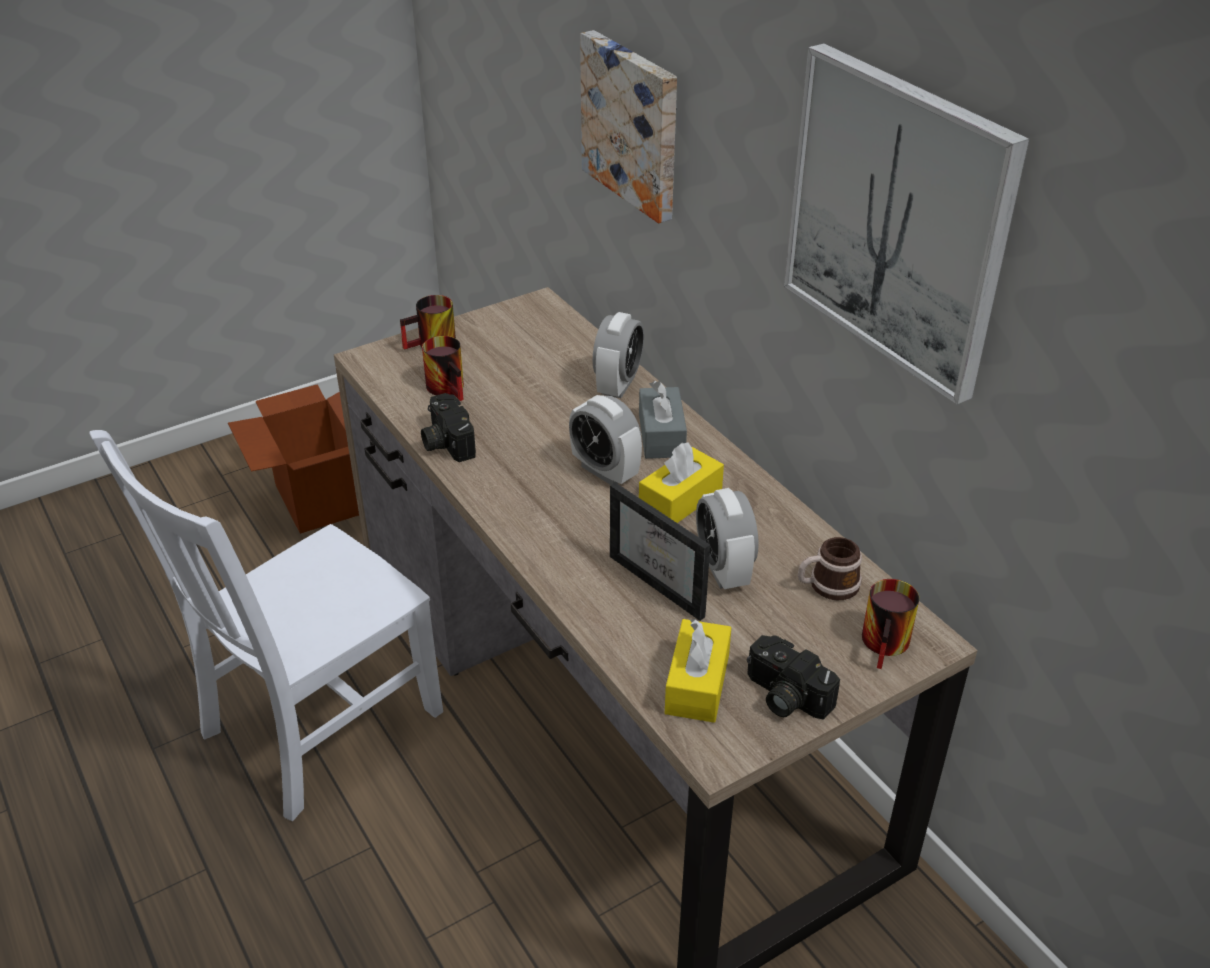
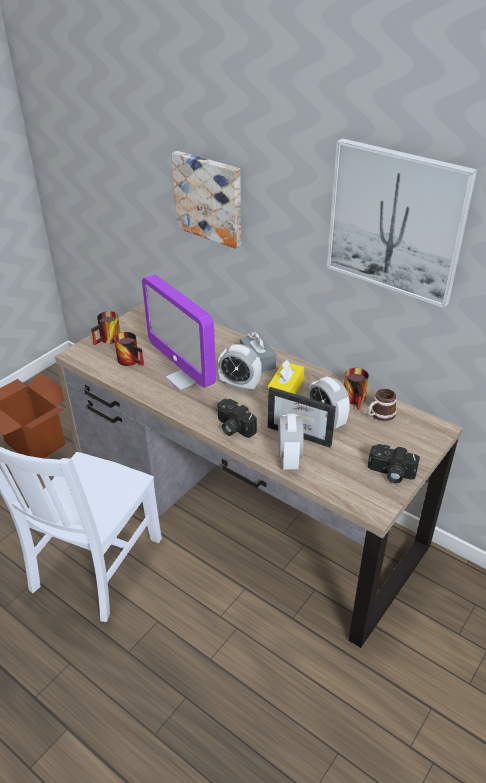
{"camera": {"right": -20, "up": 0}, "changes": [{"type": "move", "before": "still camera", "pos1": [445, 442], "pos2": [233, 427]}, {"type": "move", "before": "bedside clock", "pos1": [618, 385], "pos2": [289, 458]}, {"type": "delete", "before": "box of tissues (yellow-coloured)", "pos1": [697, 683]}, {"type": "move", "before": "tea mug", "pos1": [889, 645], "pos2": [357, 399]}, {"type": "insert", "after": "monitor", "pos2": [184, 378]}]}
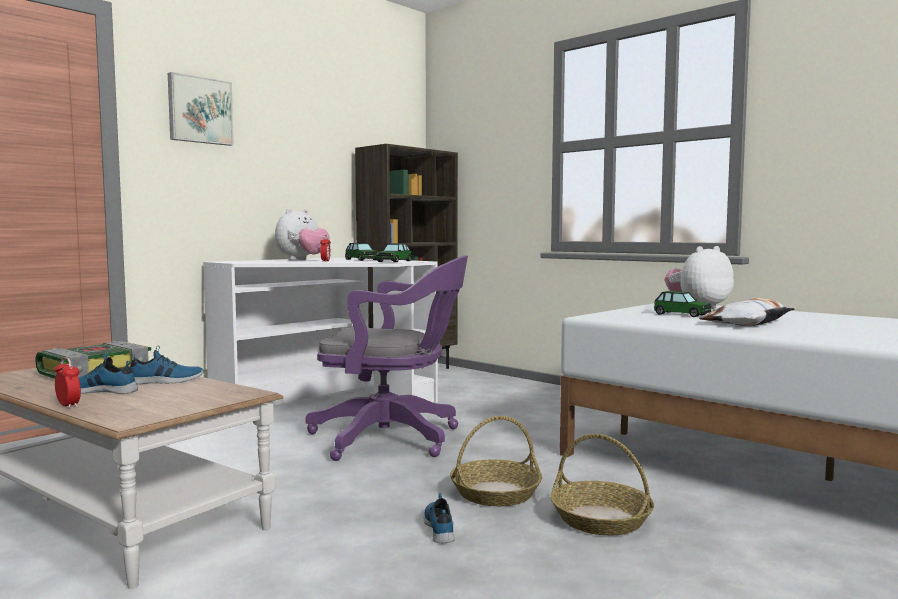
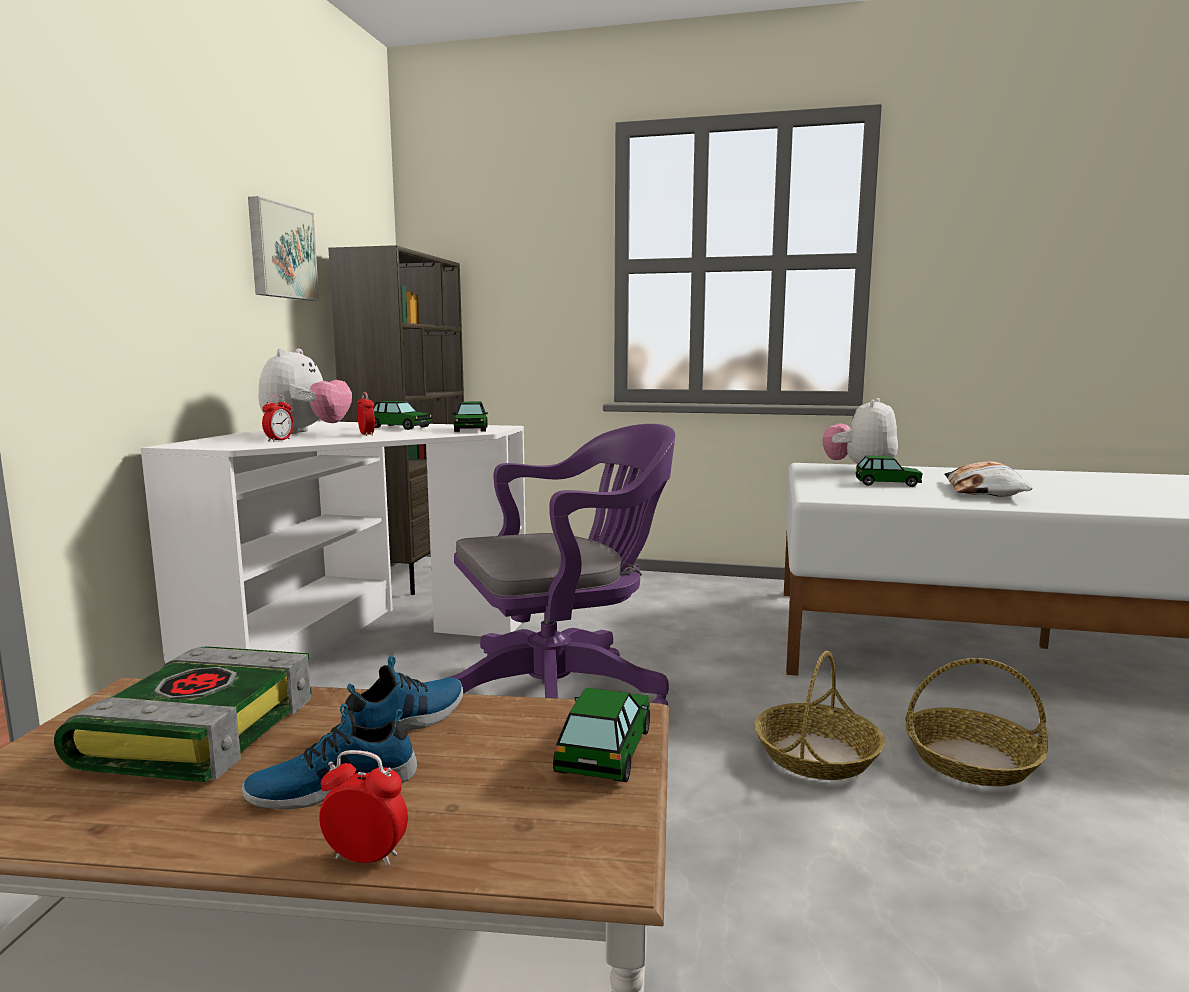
{"camera": {"right": -30, "up": 5}, "changes": [{"type": "move", "before": "wall picture", "pos1": [199, 110], "pos2": [280, 252]}, {"type": "delete", "before": "item of footwear", "pos1": [440, 527]}, {"type": "insert", "after": "bedside clock", "pos2": [279, 440]}, {"type": "insert", "after": "model car", "pos2": [605, 749]}]}
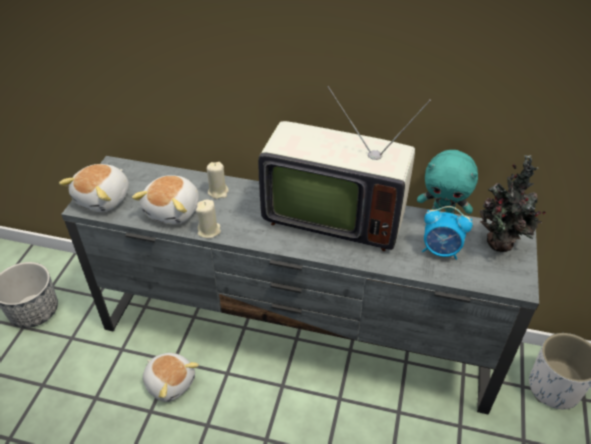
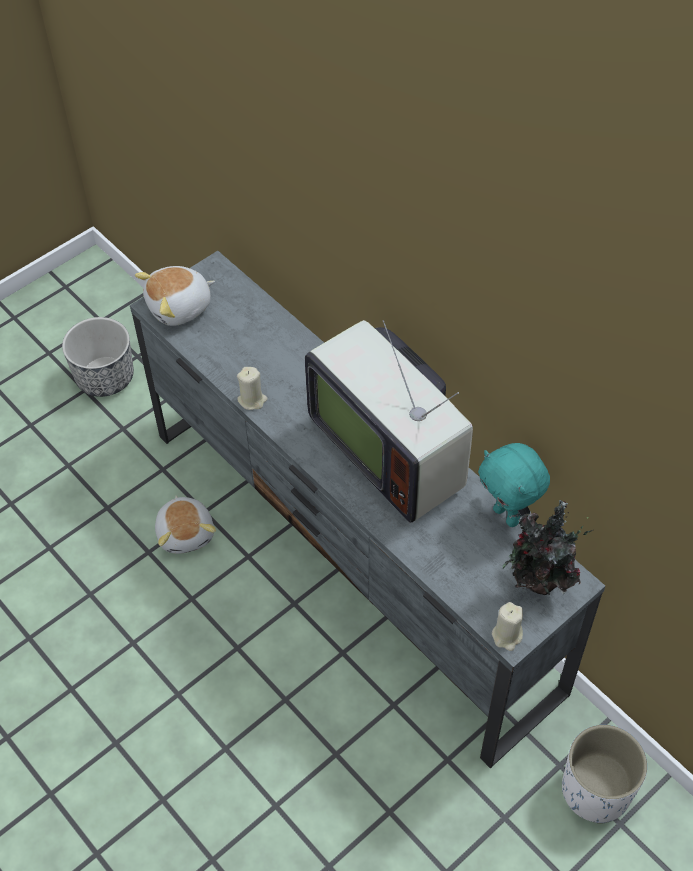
{"camera": {"right": 35, "up": 10}, "changes": [{"type": "delete", "before": "cuddly toy", "pos1": [174, 210]}, {"type": "move", "before": "wax candle (sand-coloured)", "pos1": [218, 192], "pos2": [507, 635]}, {"type": "delete", "before": "bedside clock", "pos1": [441, 251]}]}
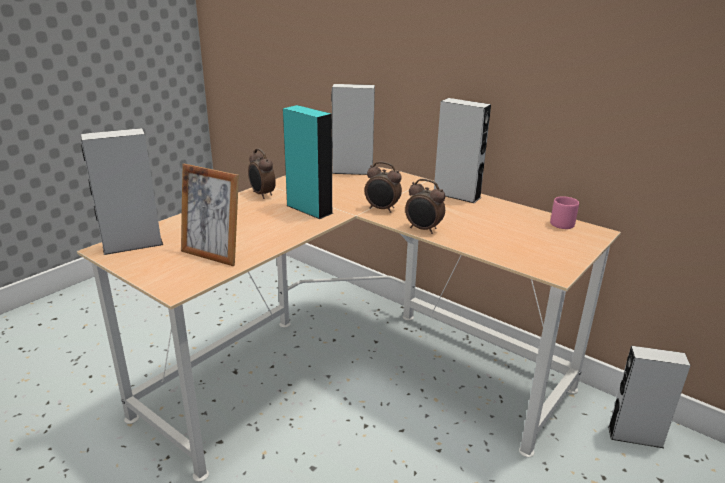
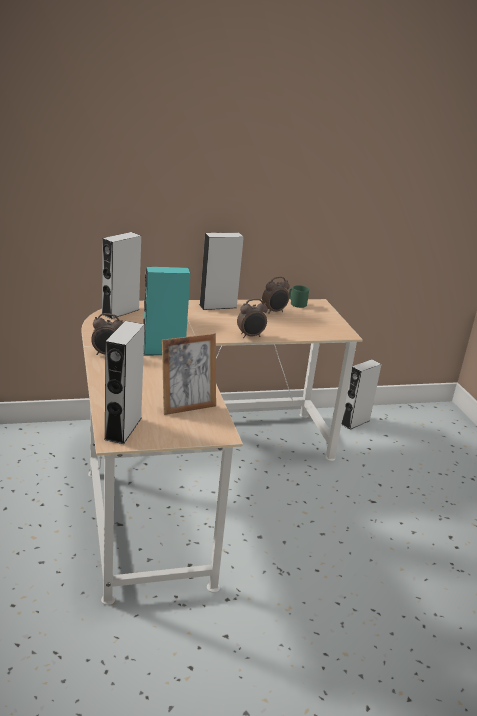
{"camera": {"right": -55, "up": 0}, "changes": [{"type": "move", "before": "bedside clock", "pos1": [382, 209], "pos2": [274, 311]}, {"type": "recolor", "before": "tea mug (pinkish)", "after": "tea mug (greenish)", "pos1": [561, 223], "pos2": [296, 304]}]}
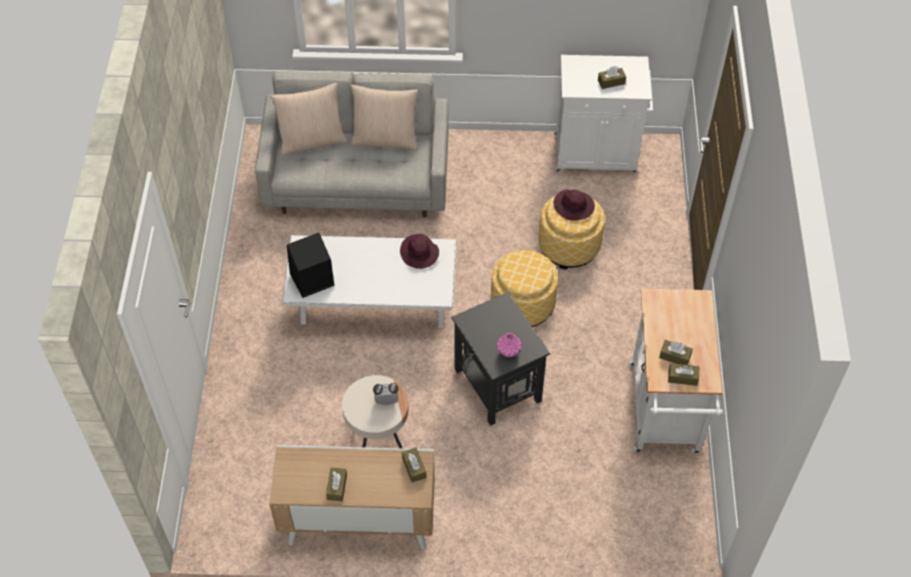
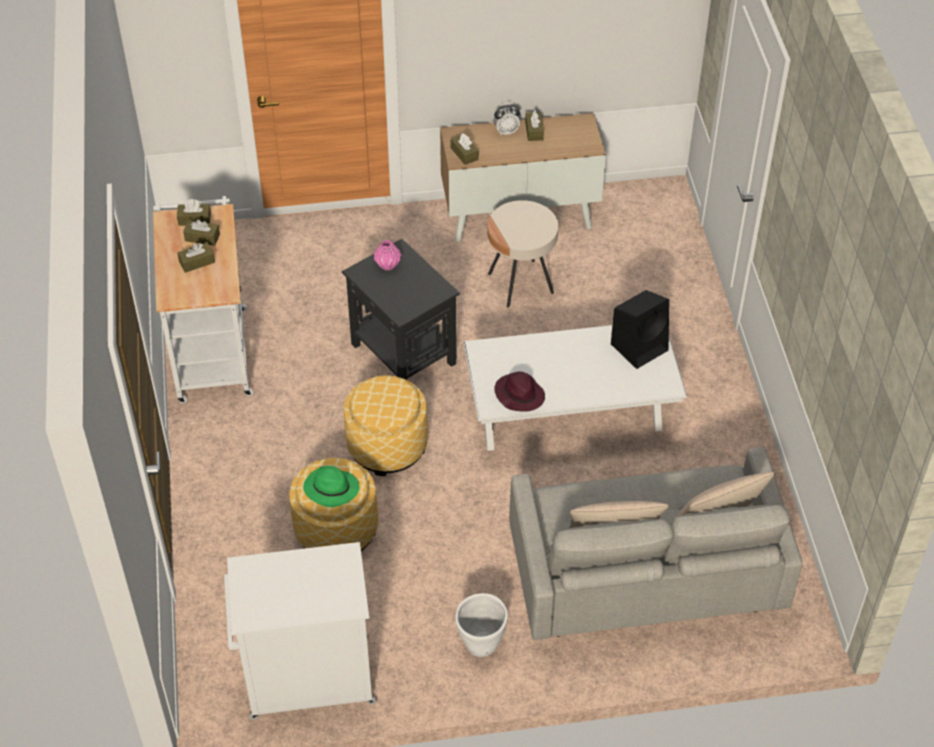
{"camera": {"right": 170, "up": -5}, "changes": [{"type": "move", "before": "bedside clock", "pos1": [386, 401], "pos2": [506, 131]}, {"type": "recolor", "before": "hat (purplish)", "after": "hat (greenish)", "pos1": [574, 206], "pos2": [330, 489]}, {"type": "move", "before": "box of tissues (brown)", "pos1": [611, 82], "pos2": [197, 262]}, {"type": "insert", "after": "planter (white)", "pos2": [481, 644]}]}
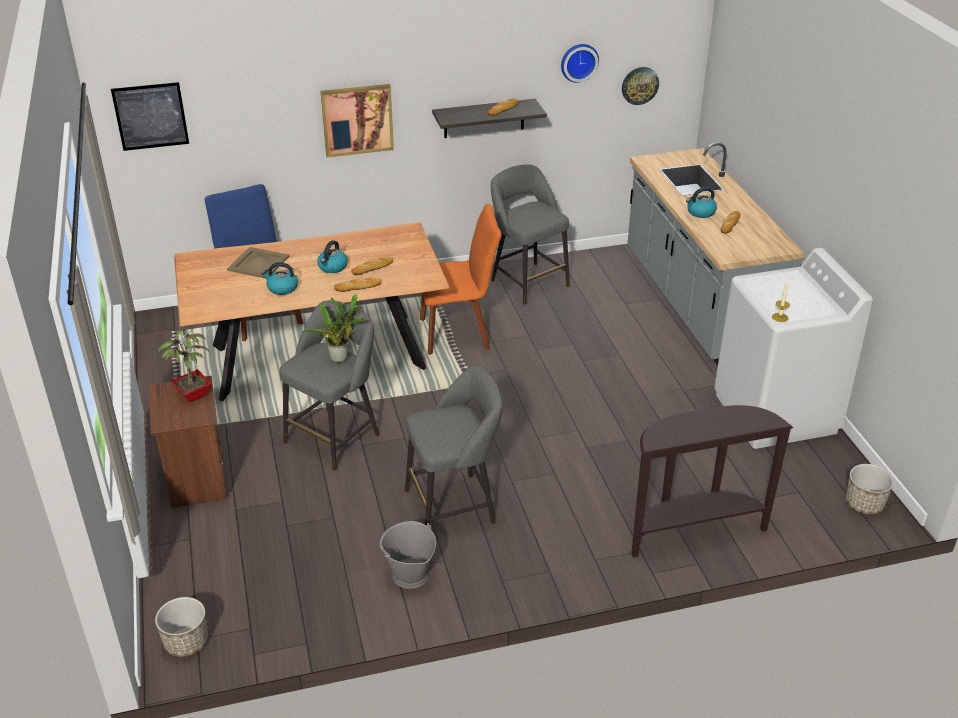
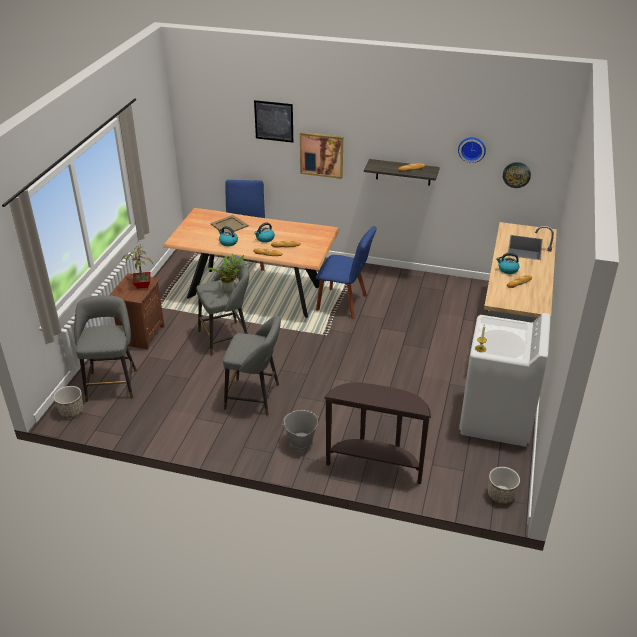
{"camera": {"right": 30, "up": 0}, "changes": [{"type": "move", "before": "wall picture", "pos1": [150, 116], "pos2": [274, 121]}, {"type": "move", "before": "water bucket (grey)", "pos1": [410, 574], "pos2": [301, 443]}, {"type": "recolor", "before": "plain chair (orange-coloured)", "after": "plain chair (blue-coloured)", "pos1": [459, 333], "pos2": [344, 303]}, {"type": "move", "before": "stool seat (grey)", "pos1": [527, 281], "pos2": [112, 383]}]}
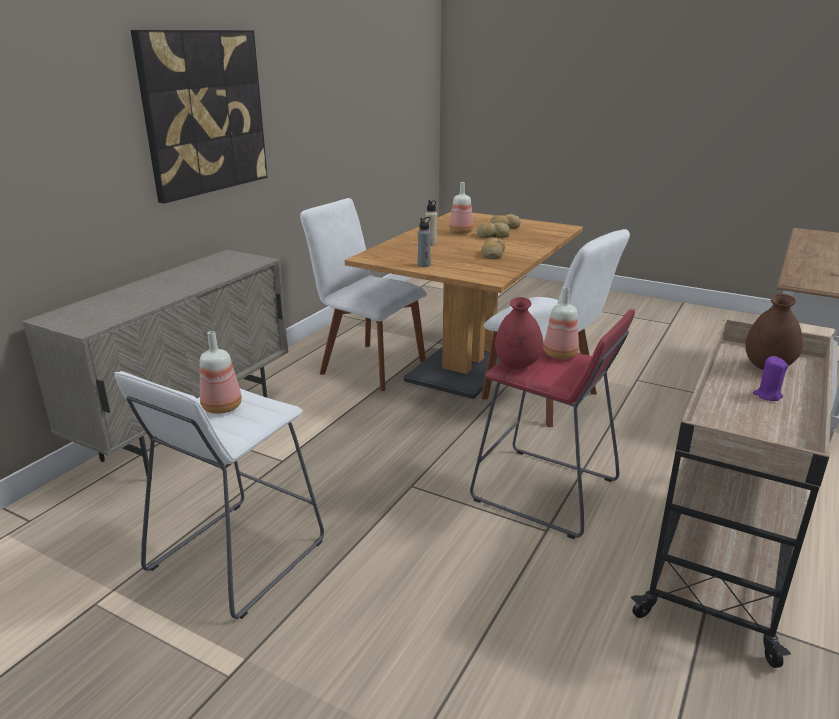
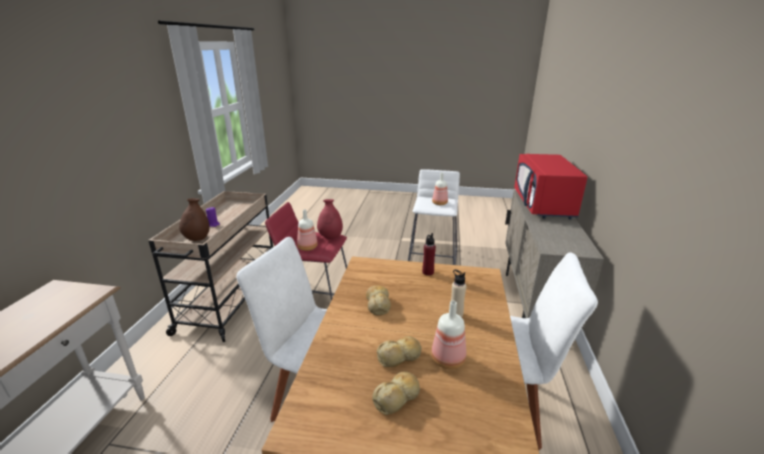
{"camera": {"right": 160, "up": 0}, "changes": [{"type": "delete", "before": "wall picture", "pos1": [204, 113]}, {"type": "recolor", "before": "bottle (grey)", "after": "bottle (red)", "pos1": [424, 265], "pos2": [428, 272]}, {"type": "insert", "after": "kitchen microwave (red)", "pos2": [543, 205]}]}
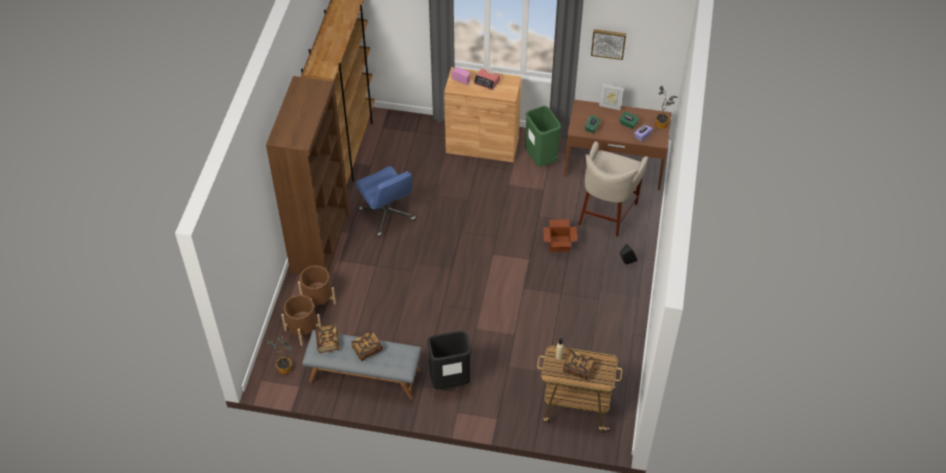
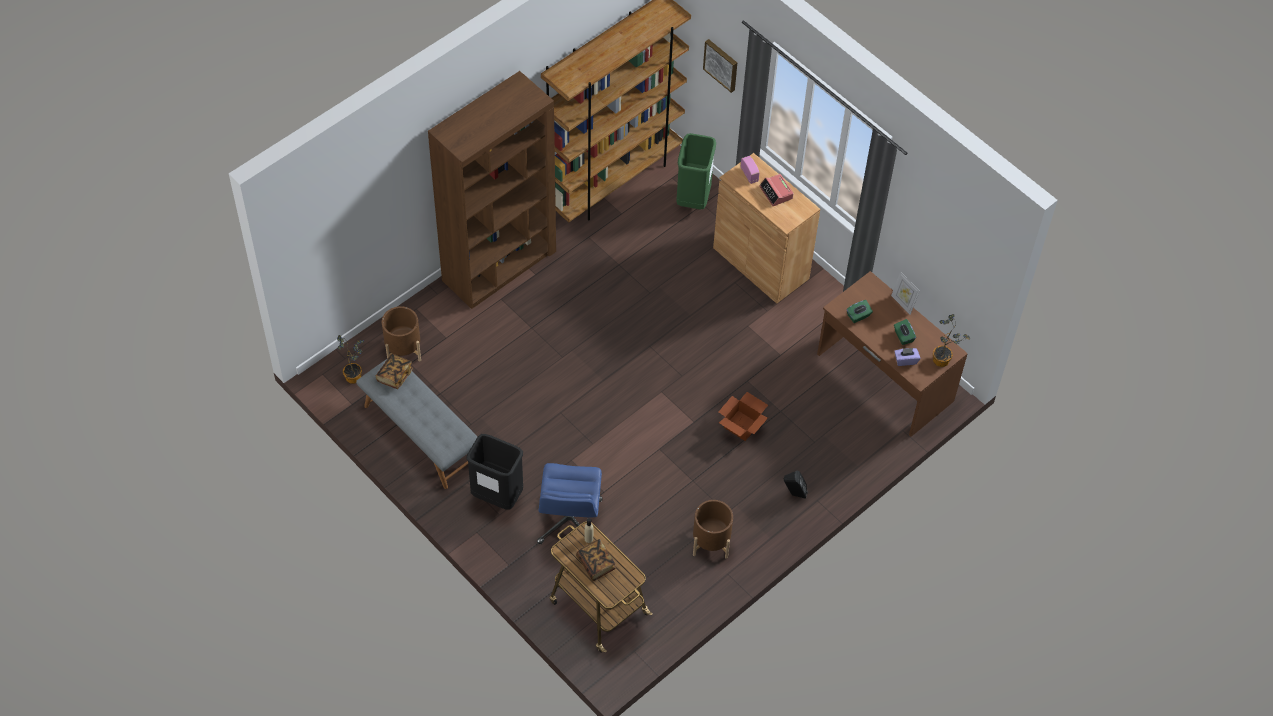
{"camera": {"right": 35, "up": 5}, "changes": [{"type": "move", "before": "planter (brown)", "pos1": [318, 300], "pos2": [711, 542]}, {"type": "delete", "before": "bound book", "pos1": [367, 349]}, {"type": "move", "before": "computer chair (blue-coloured)", "pos1": [387, 215], "pos2": [570, 522]}, {"type": "move", "before": "rubbish bin (greenish)", "pos1": [540, 159], "pos2": [693, 198]}, {"type": "delete", "before": "stool seat (sand-coloured)", "pos1": [607, 213]}, {"type": "move", "before": "wall picture", "pos1": [608, 43], "pos2": [721, 64]}]}
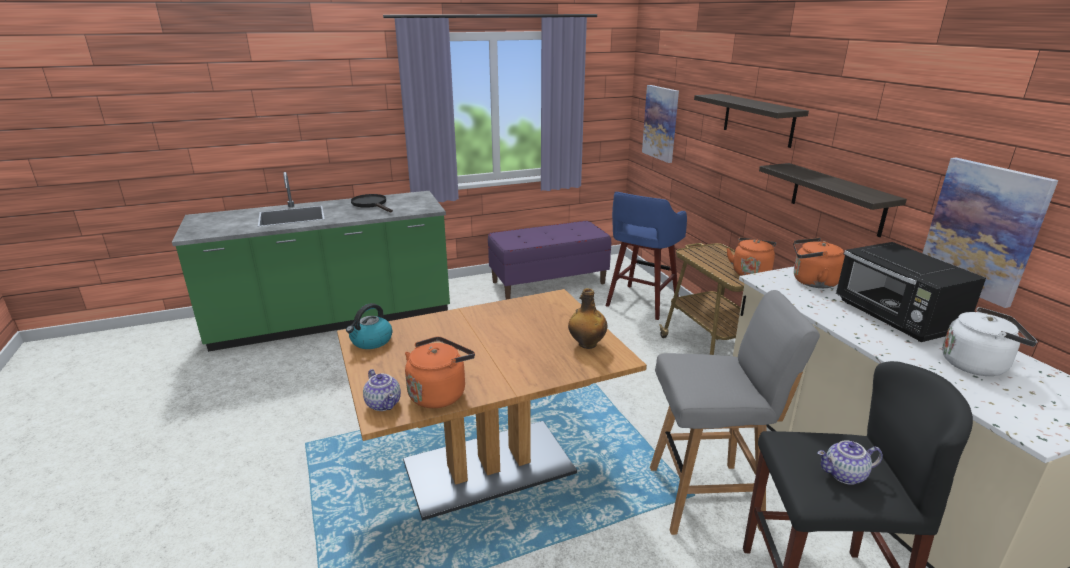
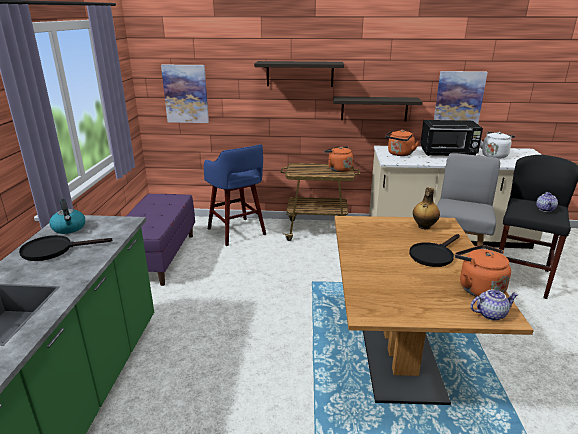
{"camera": {"right": -65, "up": 0}, "changes": [{"type": "move", "before": "water kettle", "pos1": [371, 341], "pos2": [69, 228]}, {"type": "insert", "after": "skillet (black-coloured)", "pos2": [433, 255]}]}
